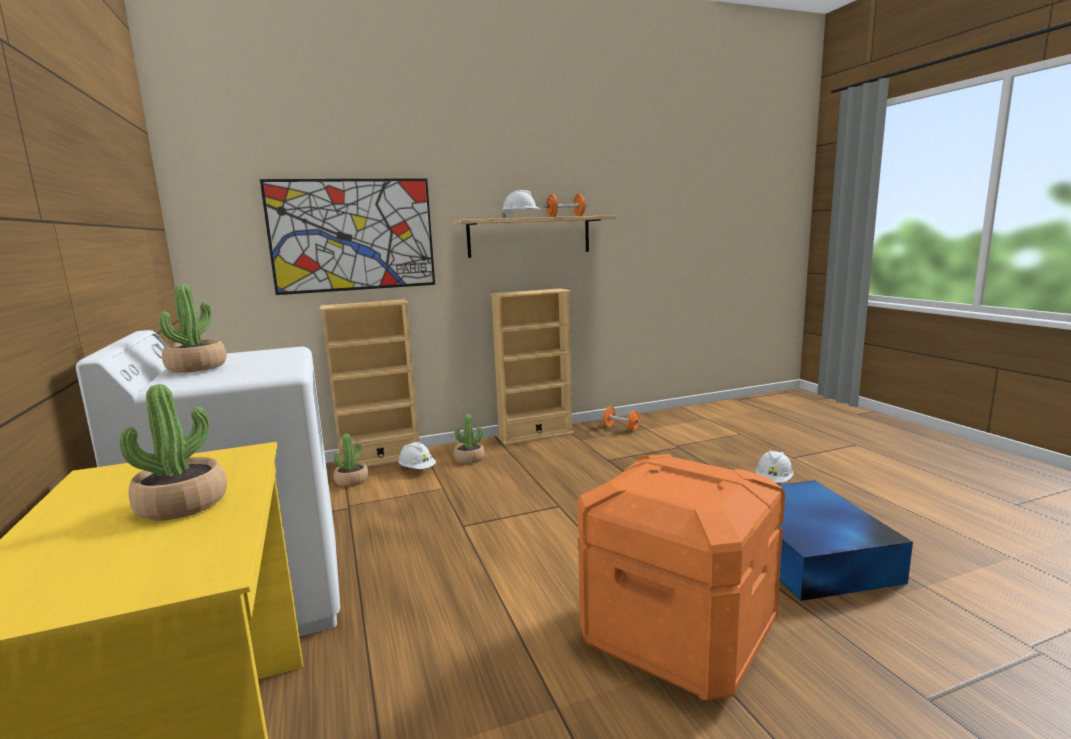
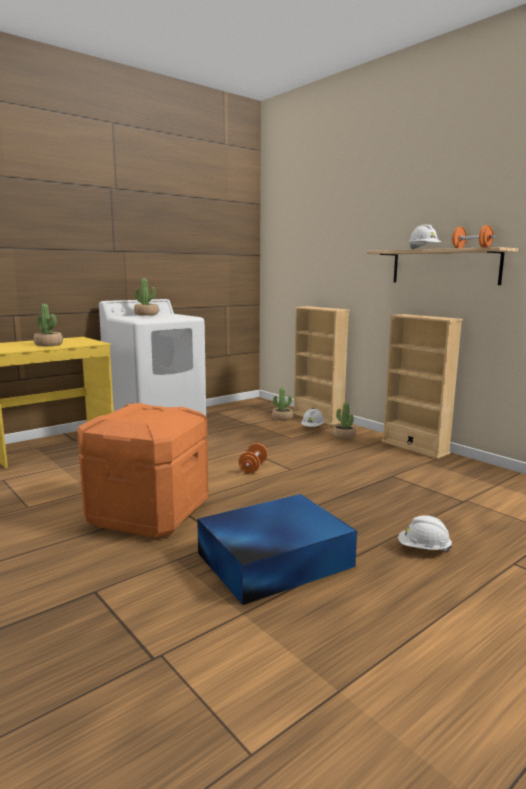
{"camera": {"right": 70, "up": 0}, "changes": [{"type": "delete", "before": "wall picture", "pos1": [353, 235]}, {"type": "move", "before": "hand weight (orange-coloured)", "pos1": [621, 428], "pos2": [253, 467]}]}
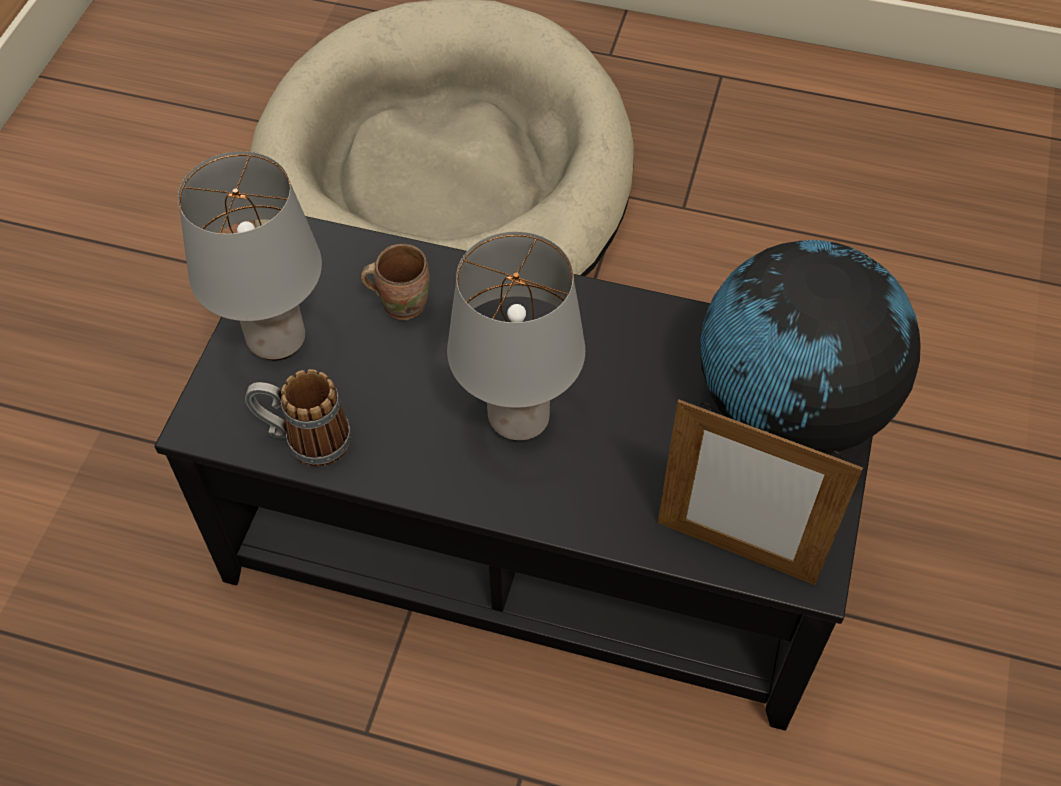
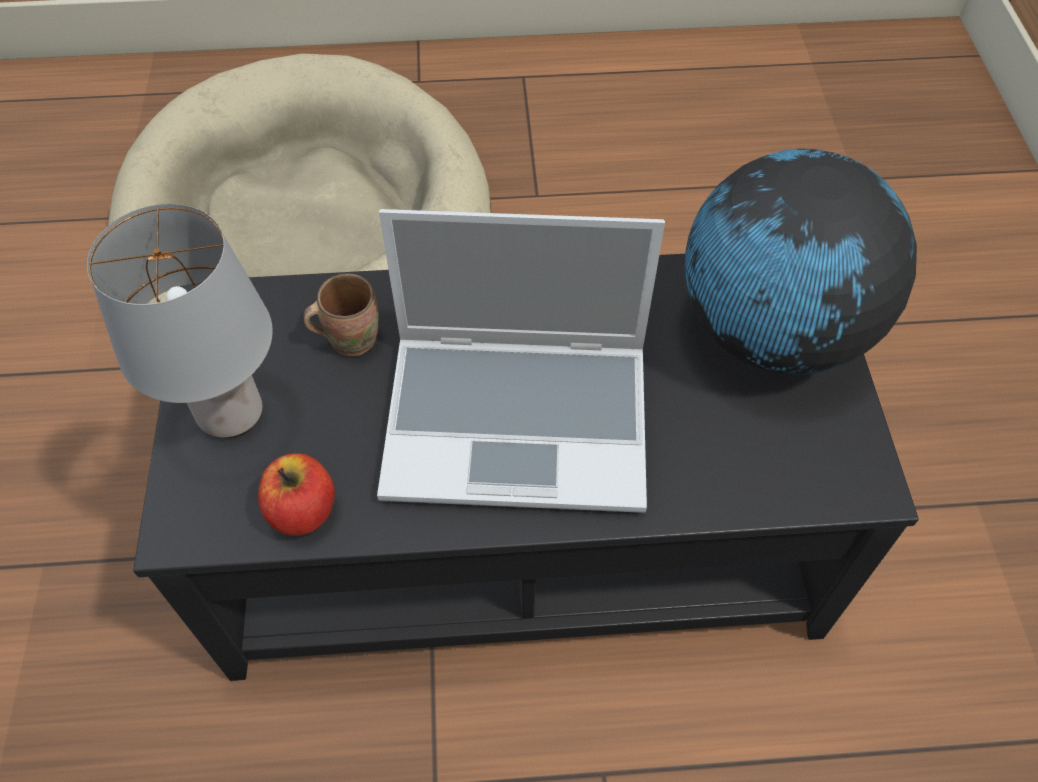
{"camera": {"right": -20, "up": 0}, "changes": [{"type": "replace", "before": "tea mug", "after": "apple", "pos1": [305, 439], "pos2": [303, 510]}, {"type": "replace", "before": "tabletop lamp (grey)", "after": "laptop", "pos1": [520, 420], "pos2": [521, 421]}, {"type": "delete", "before": "picture frame", "pos1": [735, 552]}]}
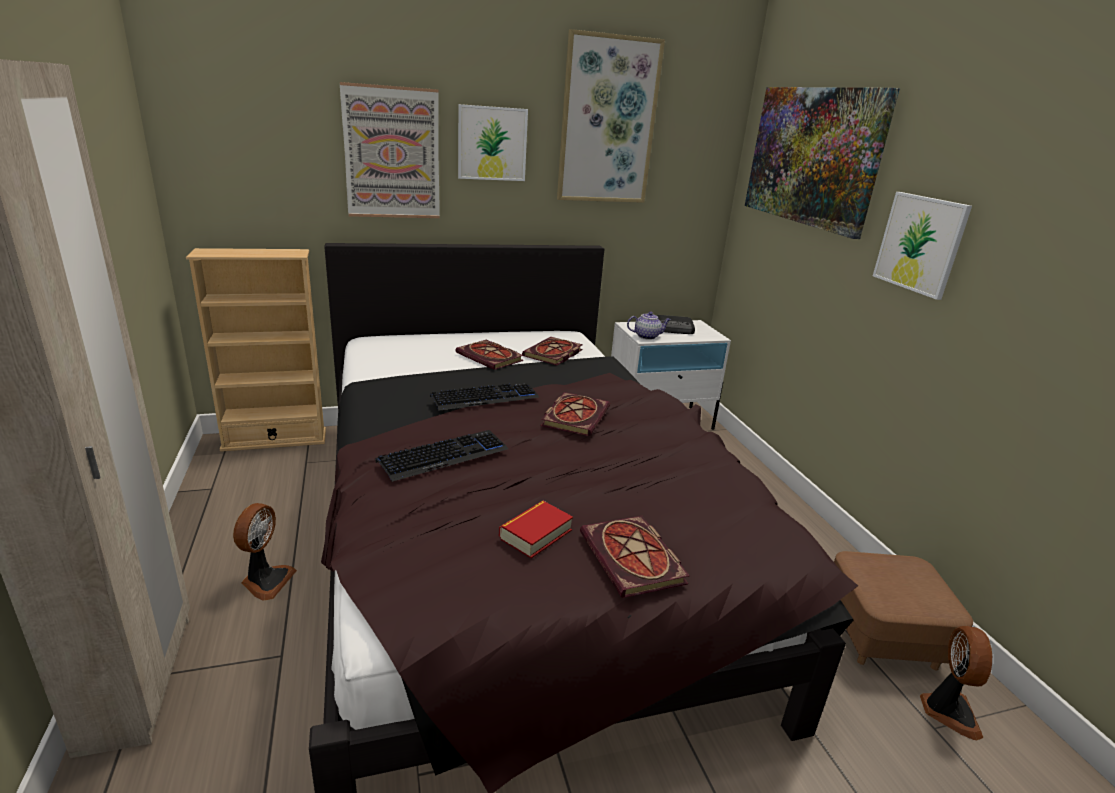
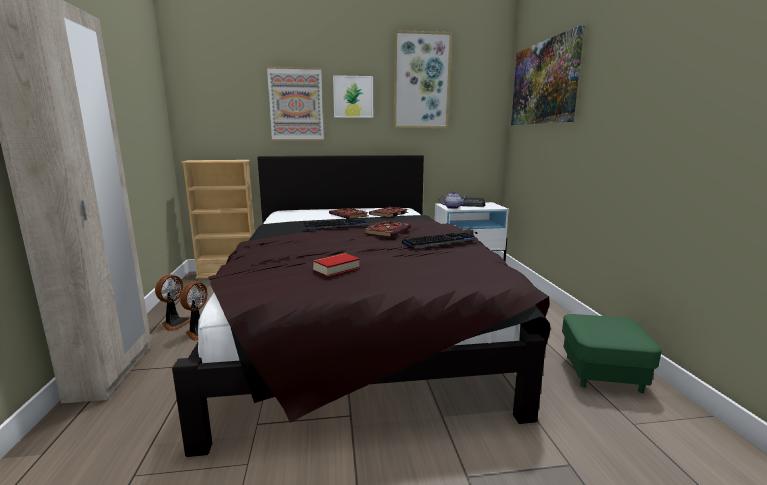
{"camera": {"right": 10, "up": -10}, "changes": [{"type": "move", "before": "computer keyboard", "pos1": [443, 456], "pos2": [440, 242]}, {"type": "delete", "before": "bound book", "pos1": [635, 560]}, {"type": "recolor", "before": "pouffe (brown)", "after": "pouffe (greenish)", "pos1": [881, 637], "pos2": [602, 374]}, {"type": "delete", "before": "wall picture", "pos1": [920, 244]}, {"type": "move", "before": "cooling fan", "pos1": [947, 711], "pos2": [175, 323]}]}
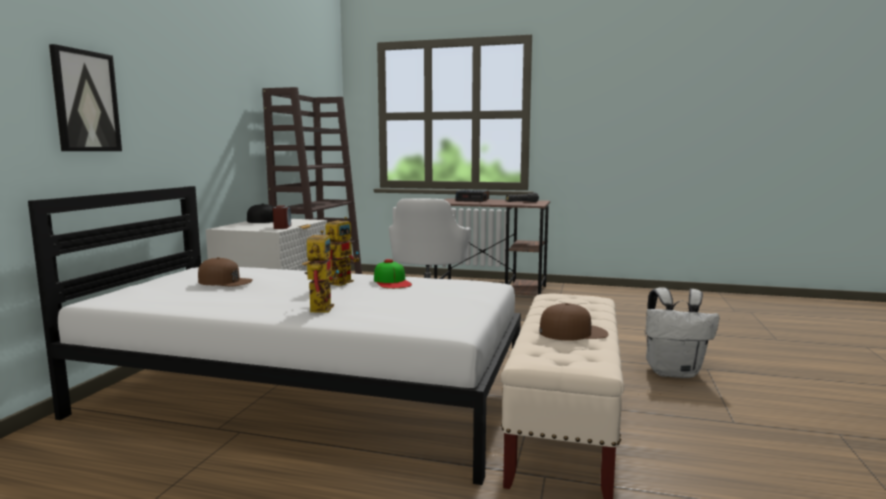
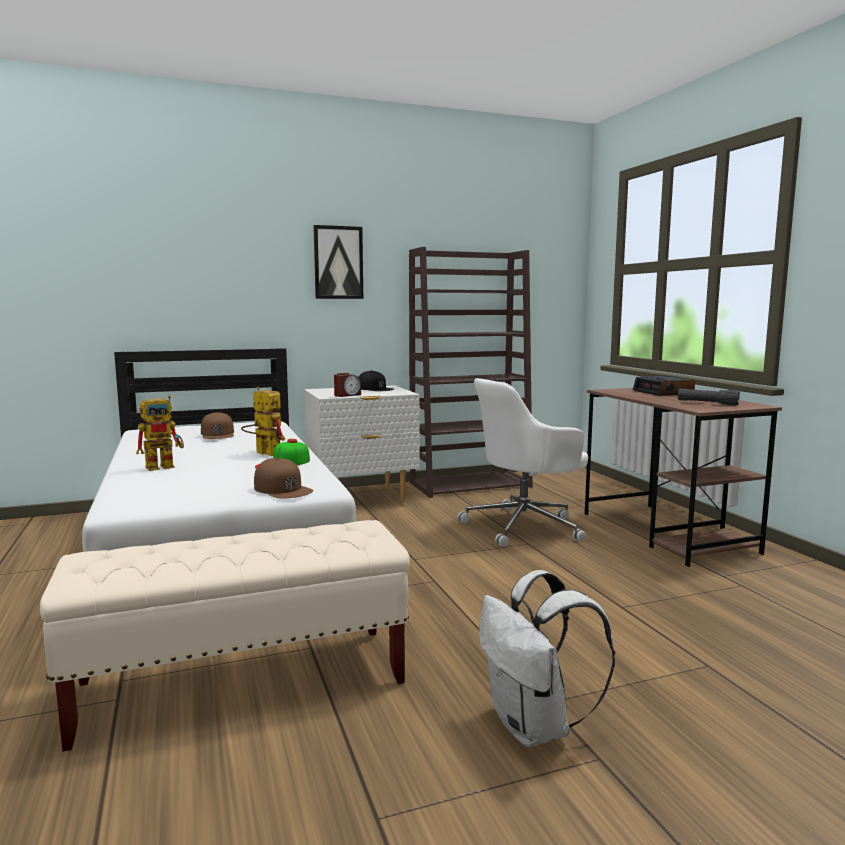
{"camera": {"right": 55, "up": 0}, "changes": [{"type": "move", "before": "wall picture", "pos1": [85, 101], "pos2": [338, 262]}, {"type": "rotate", "before": "model robot", "pos1": [342, 281], "pos2": [263, 453], "turn": -135}, {"type": "move", "before": "baseball cap (brown)", "pos1": [573, 332], "pos2": [282, 489]}]}
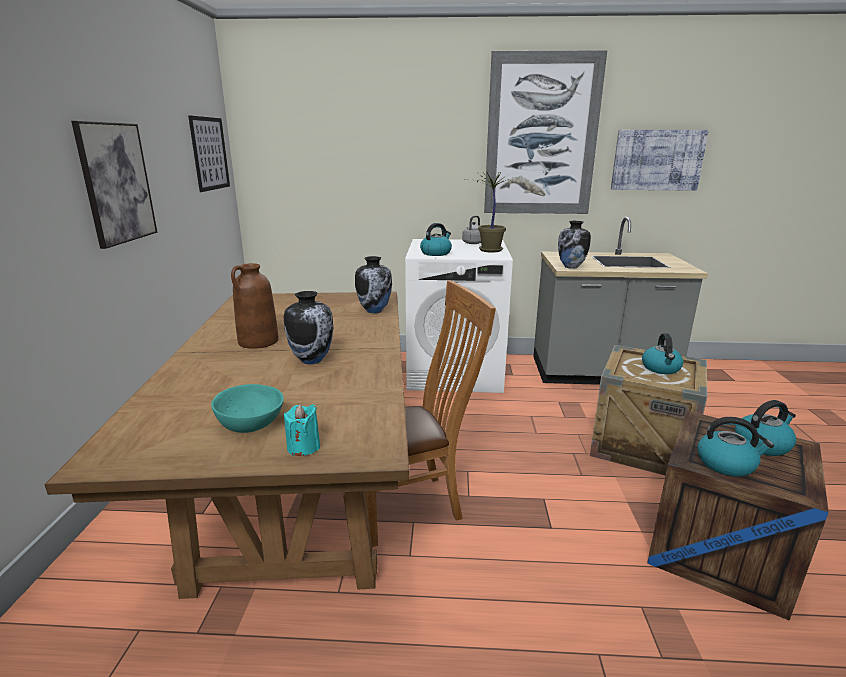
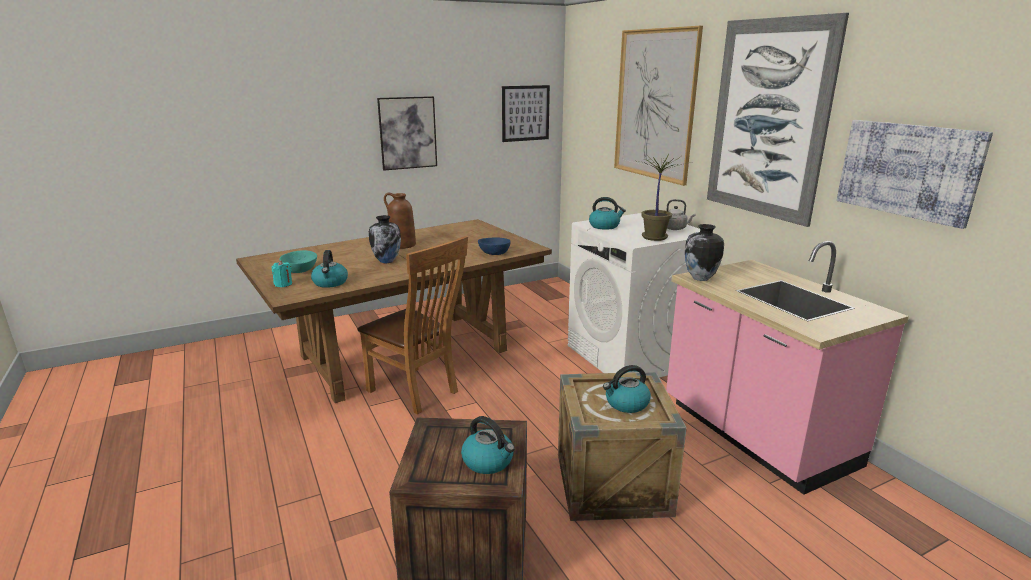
{"camera": {"right": 60, "up": 0}, "changes": [{"type": "replace", "before": "flower vase", "after": "serving bowl (blue-coloured)", "pos1": [375, 310], "pos2": [494, 253]}, {"type": "recolor", "before": "kitchen counter (grey)", "after": "kitchen counter (pinkish)", "pos1": [601, 374], "pos2": [755, 435]}, {"type": "move", "before": "water kettle", "pos1": [726, 464], "pos2": [330, 283]}, {"type": "insert", "after": "wall picture", "pos2": [654, 105]}]}
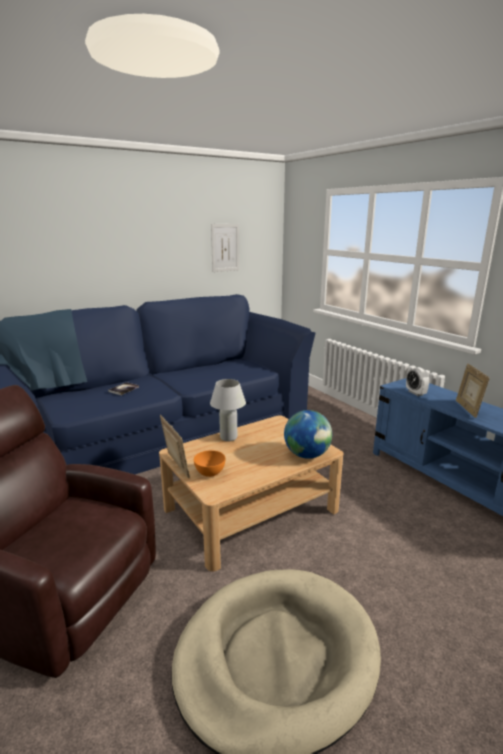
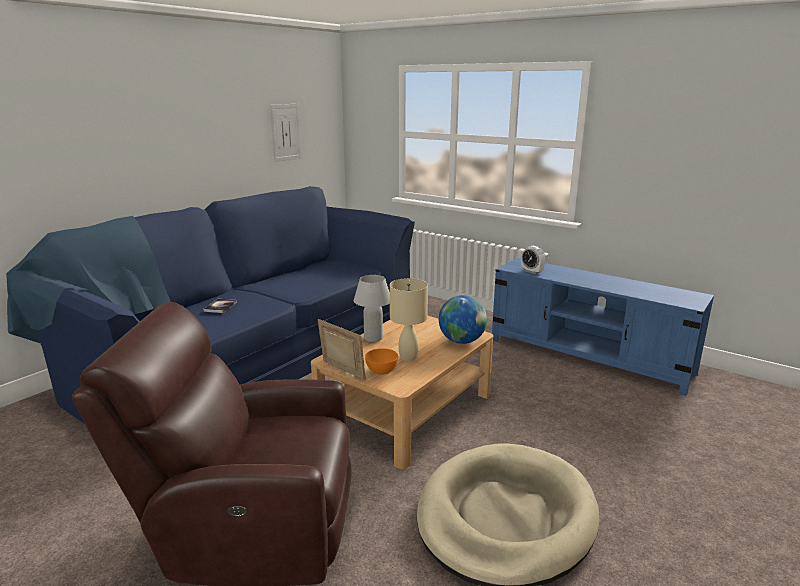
{"camera": {"right": -20, "up": 0}, "changes": [{"type": "delete", "before": "picture frame", "pos1": [467, 409]}, {"type": "insert", "after": "tabletop lamp (sand-coloured)", "pos2": [407, 357]}]}
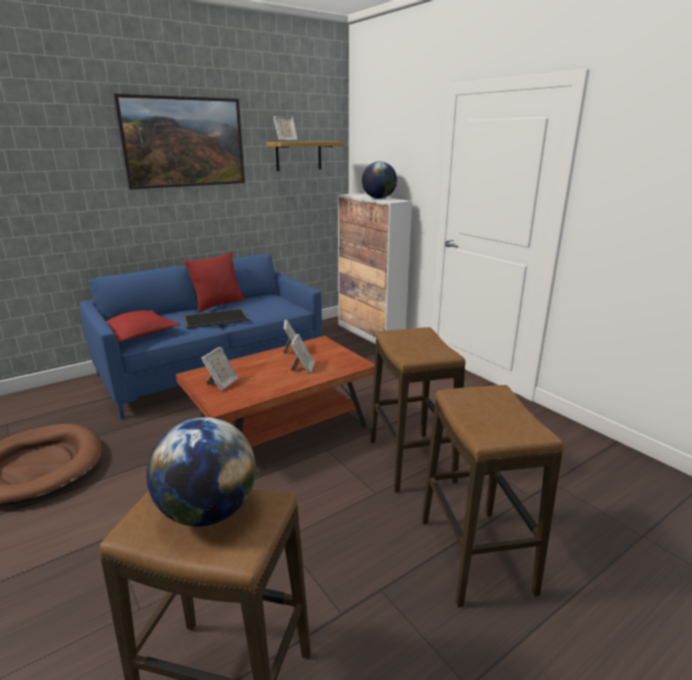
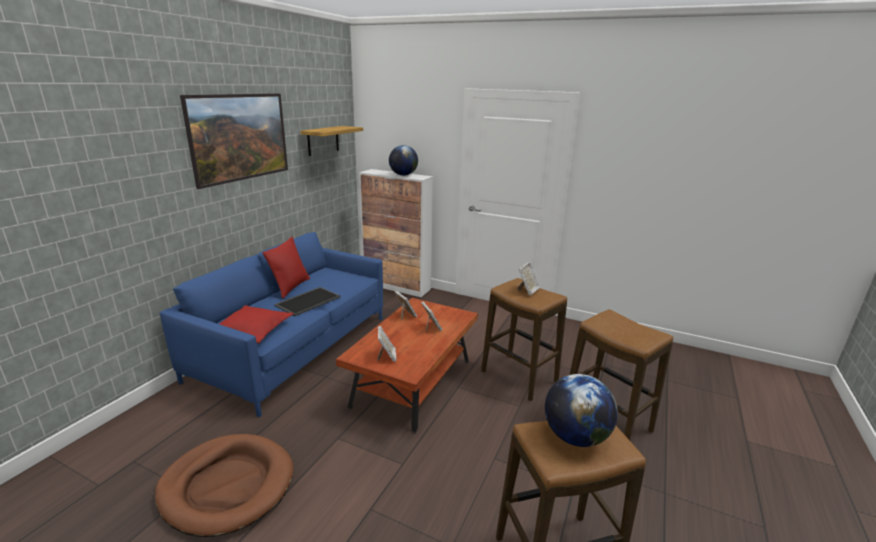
{"camera": {"right": -30, "up": 0}, "changes": [{"type": "move", "before": "picture frame", "pos1": [286, 141], "pos2": [527, 291]}]}
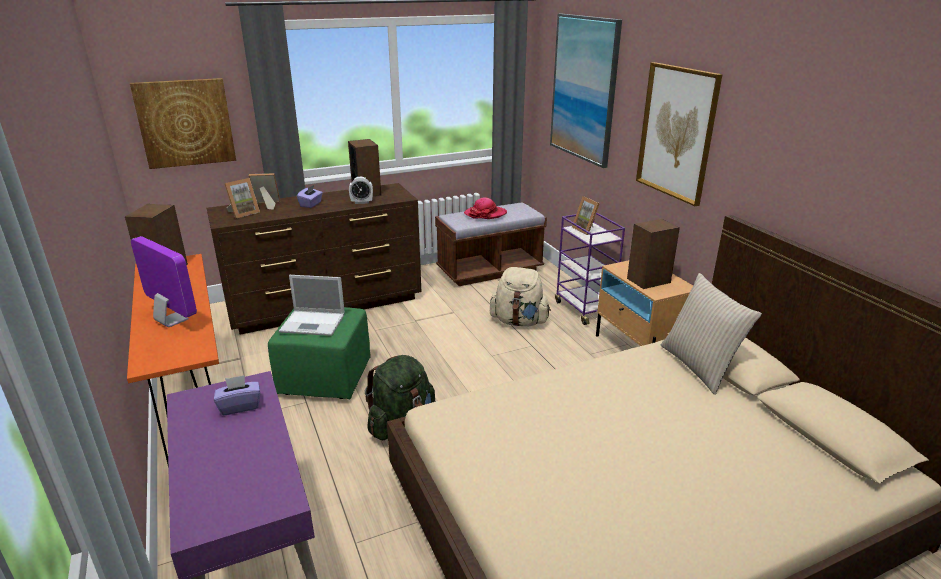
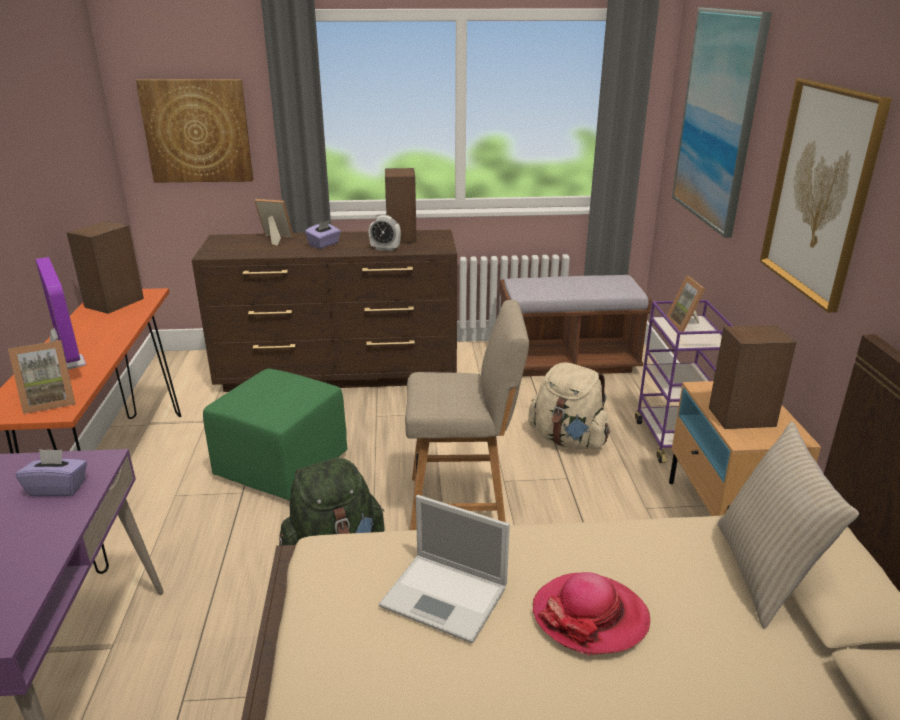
{"camera": {"right": 20, "up": 0}, "changes": [{"type": "move", "before": "picture frame", "pos1": [243, 213], "pos2": [50, 401]}, {"type": "move", "before": "laptop", "pos1": [314, 323], "pos2": [446, 597]}, {"type": "move", "before": "hat", "pos1": [485, 214], "pos2": [590, 616]}, {"type": "insert", "after": "plain chair (sand-coloured)", "pos2": [463, 504]}]}
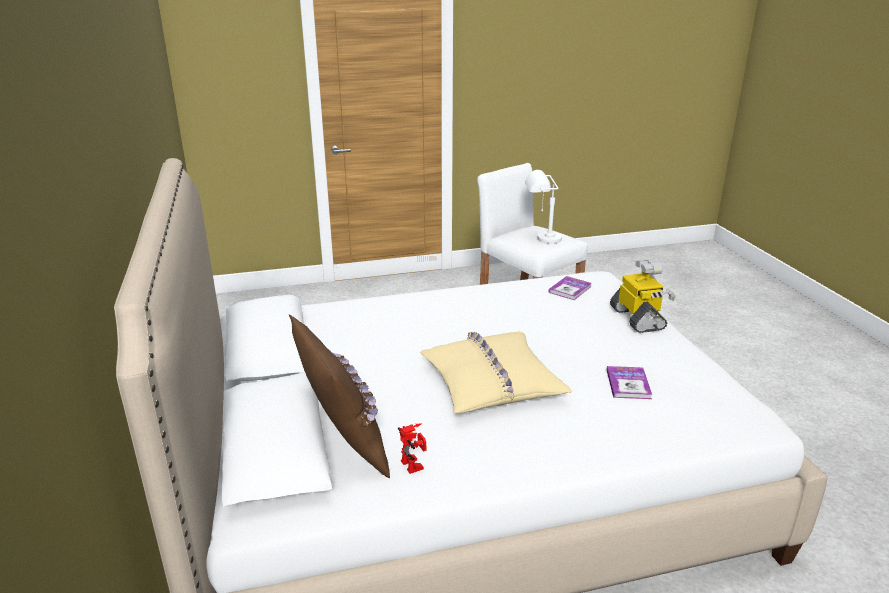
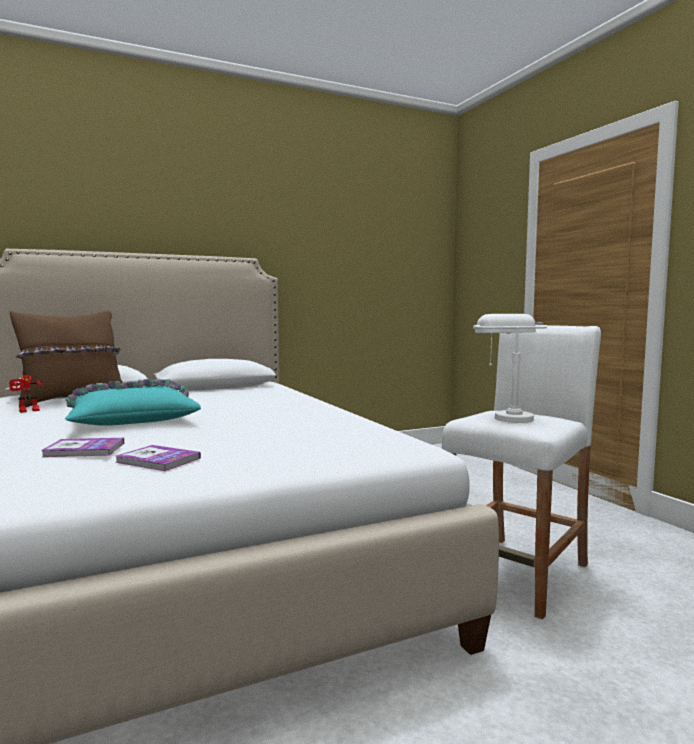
{"camera": {"right": 80, "up": -20}, "changes": [{"type": "recolor", "before": "cushion (sand-coloured)", "after": "cushion (blue-green)", "pos1": [491, 383], "pos2": [131, 419]}, {"type": "move", "before": "bound book", "pos1": [570, 289], "pos2": [158, 460]}, {"type": "delete", "before": "model robot", "pos1": [638, 319]}]}
